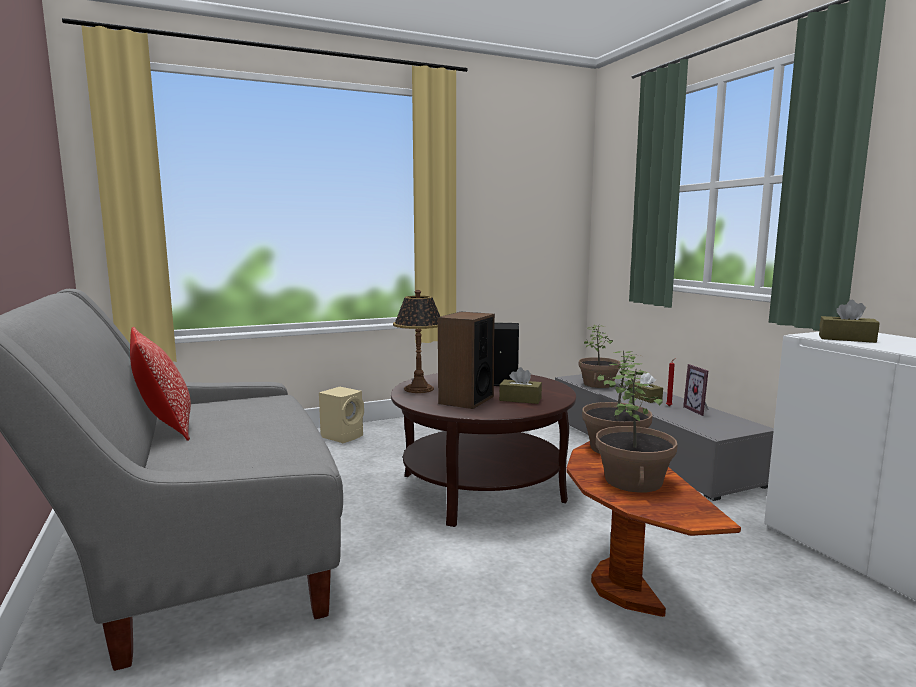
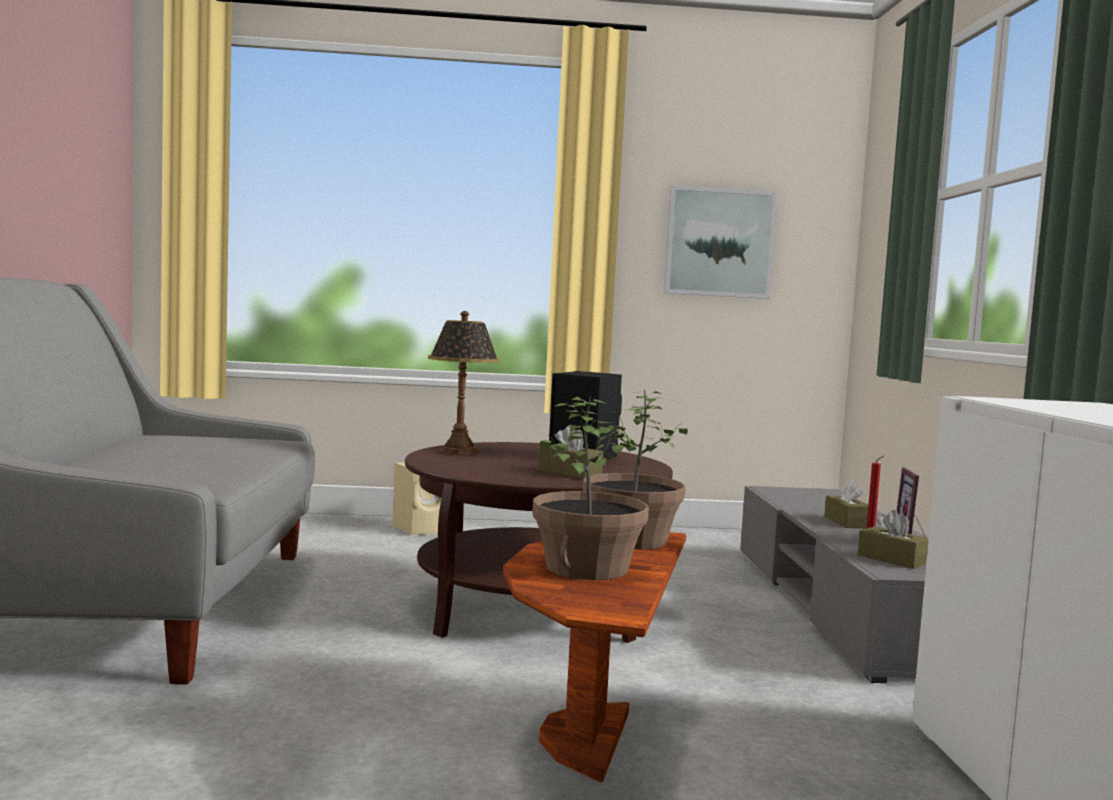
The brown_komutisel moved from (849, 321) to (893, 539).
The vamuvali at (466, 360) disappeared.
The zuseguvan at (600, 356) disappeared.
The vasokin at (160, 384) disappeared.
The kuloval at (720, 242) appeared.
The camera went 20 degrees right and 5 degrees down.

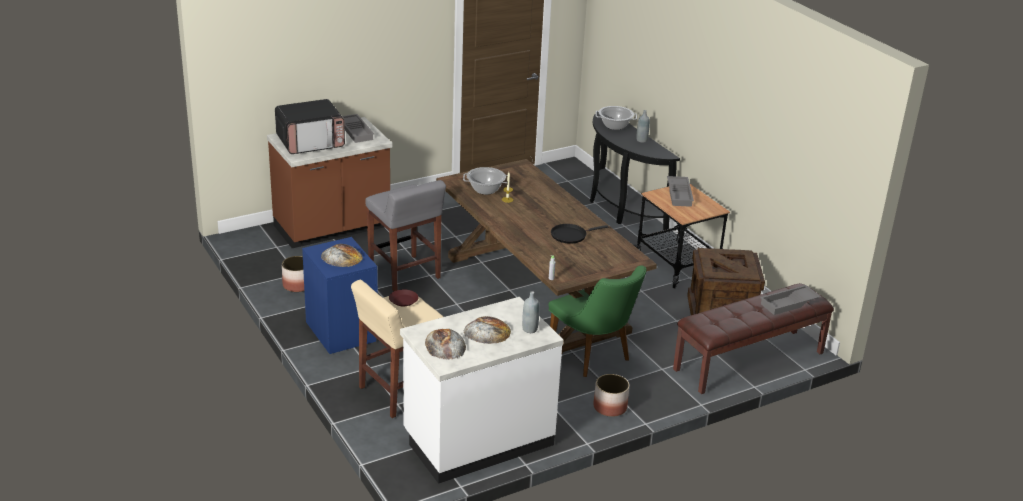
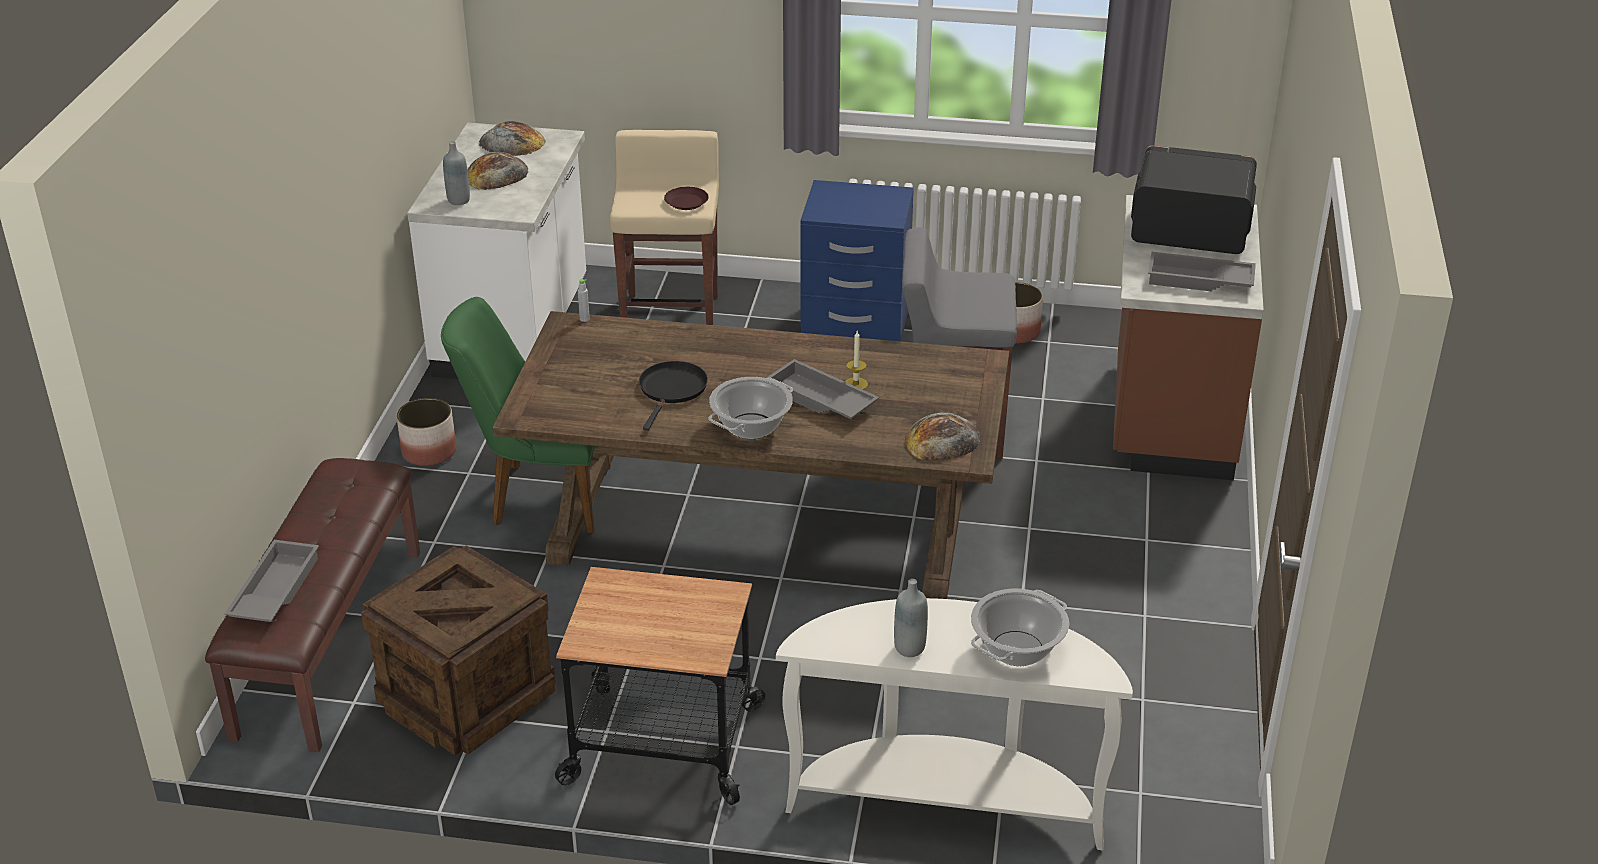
The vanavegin at (310, 126) turned 90 degrees clockwise.
The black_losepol at (635, 171) became the white_losepol at (954, 724).
The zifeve moved from (485, 181) to (750, 408).
The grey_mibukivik moved from (680, 191) to (823, 389).
The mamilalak moved from (342, 255) to (942, 436).
The camera went 130 degrees right and 5 degrees up.

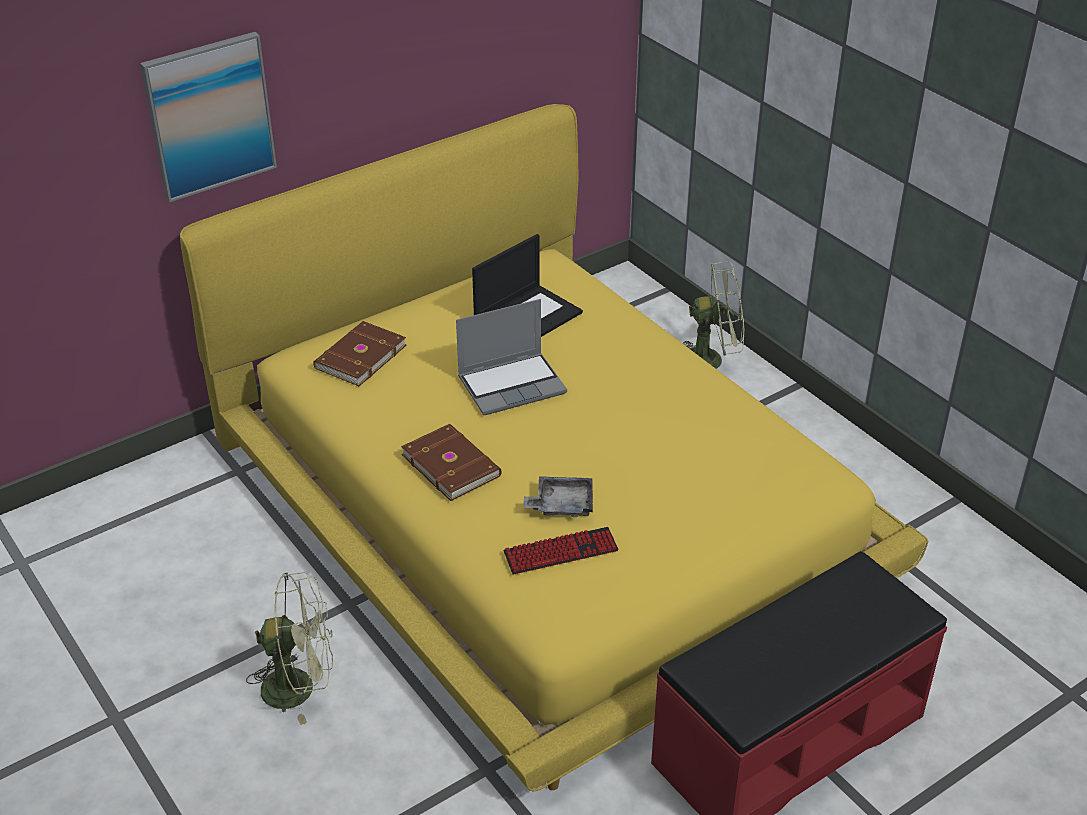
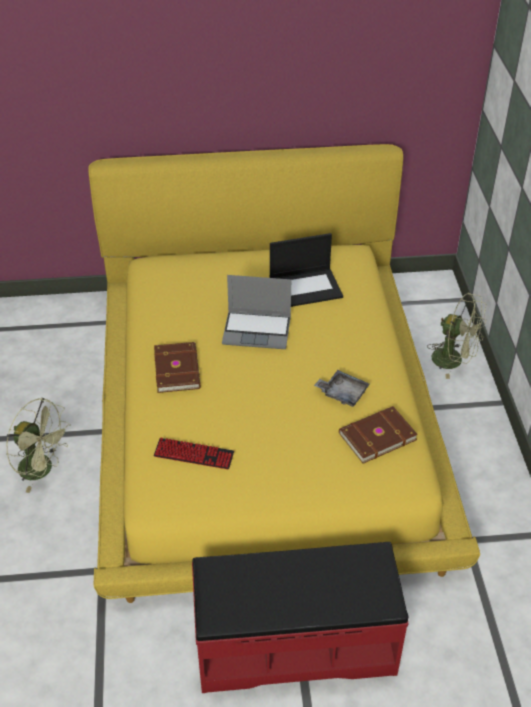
The kuloval at (208, 117) disappeared.
The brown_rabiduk moved from (360, 353) to (378, 435).
The grey_mibukivik moved from (558, 496) to (342, 388).
The camera went 30 degrees right and 5 degrees up.

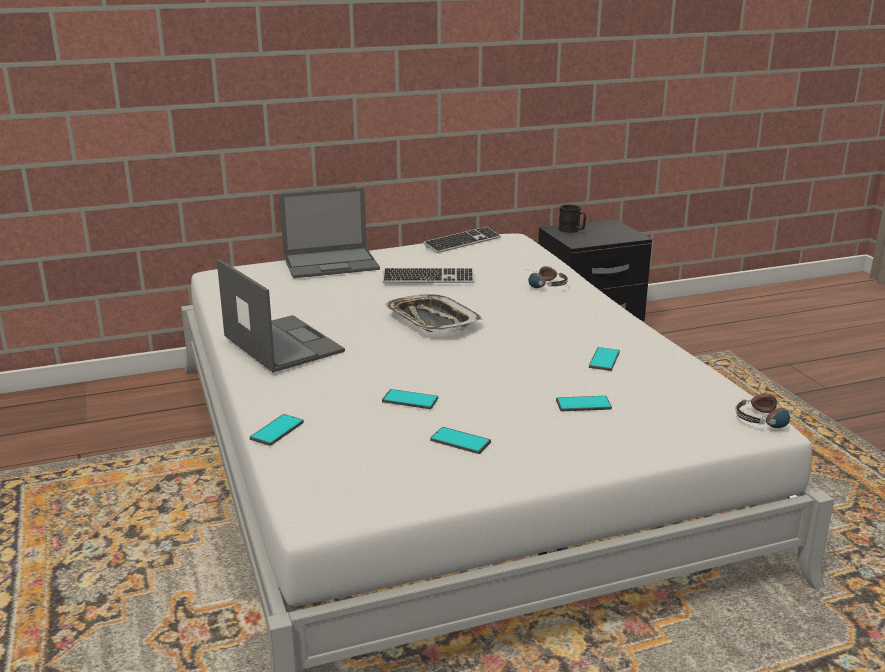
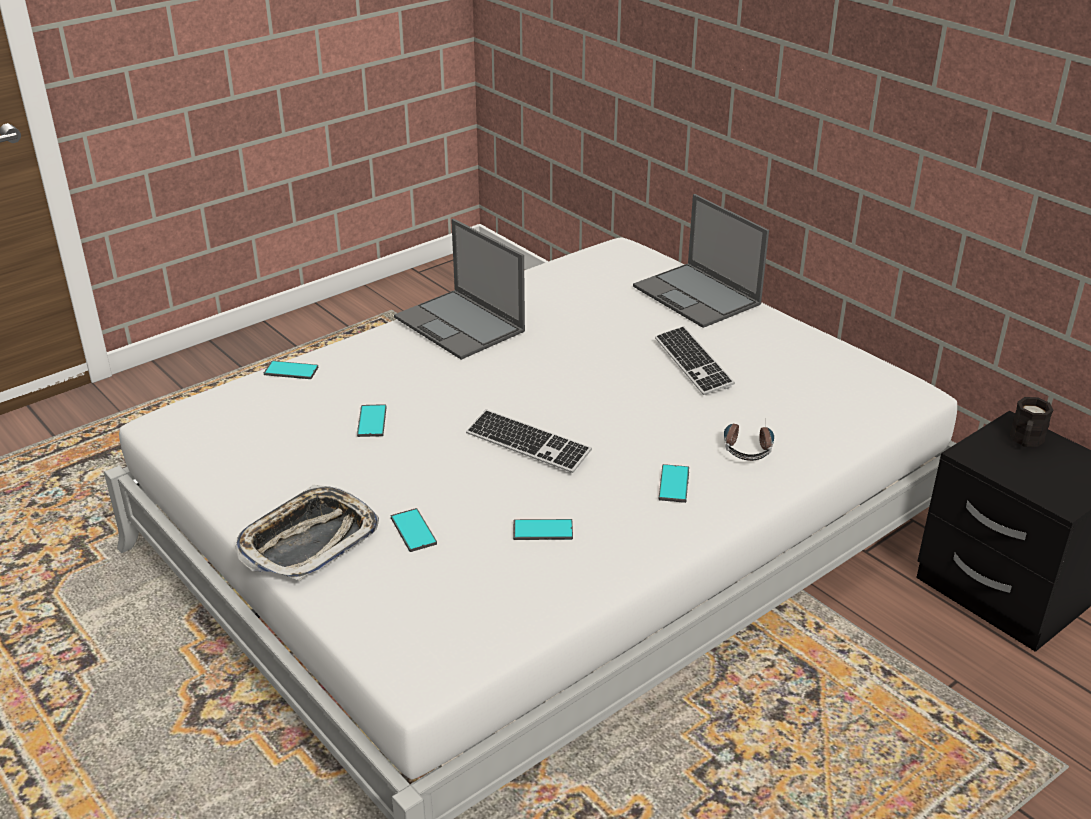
The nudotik moved from (462, 240) to (529, 441).
The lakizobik at (281, 315) turned 105 degrees clockwise.
The mibukivik moved from (433, 313) to (307, 533).
The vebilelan at (768, 410) disappeared.
The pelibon moved from (460, 440) to (673, 483).
The camera went 70 degrees right and 10 degrees up.

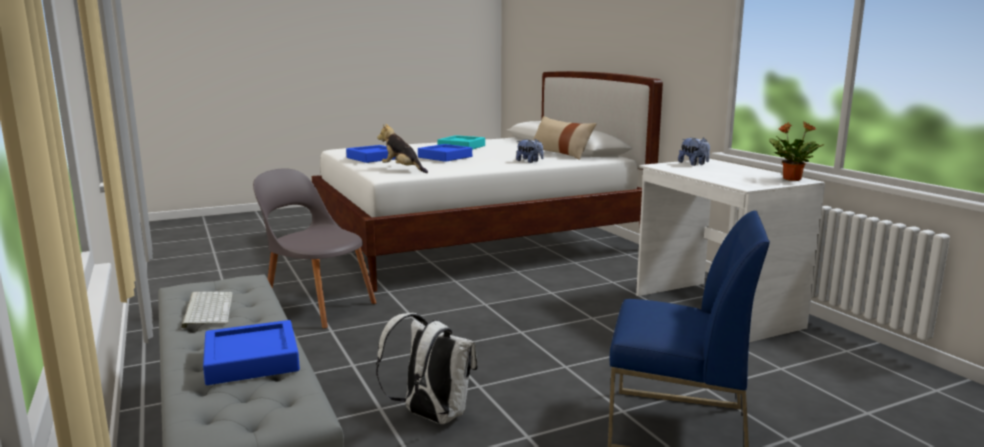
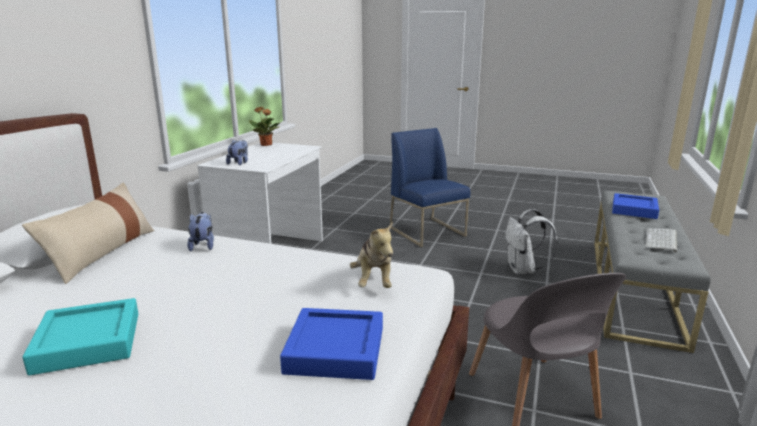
The blue_mibukivik at (445, 153) disappeared.
The camera went 135 degrees left and 5 degrees up.

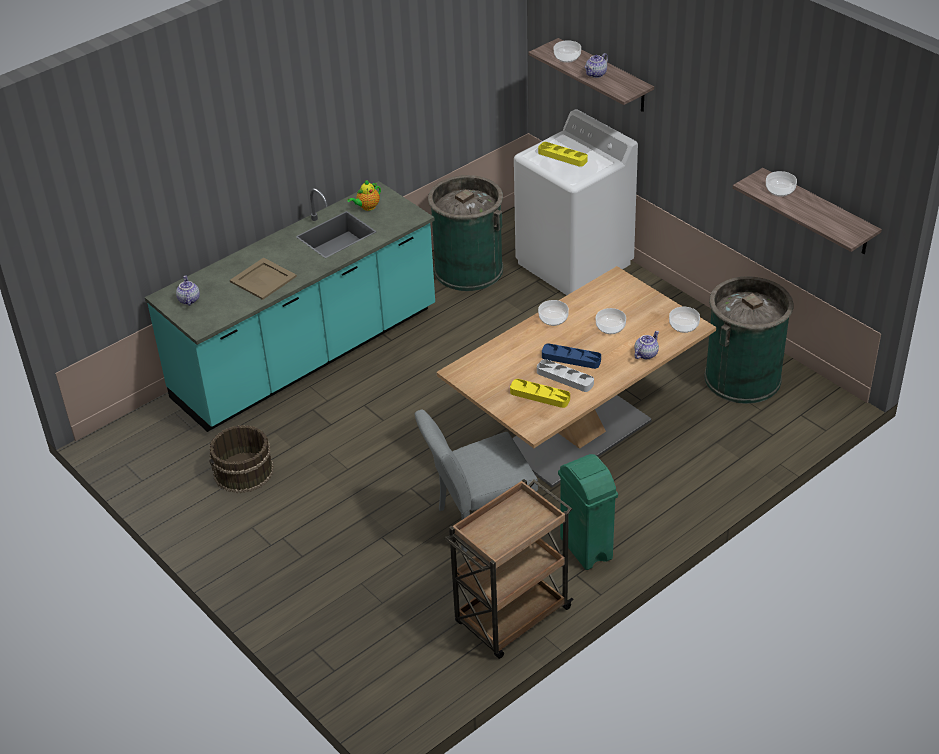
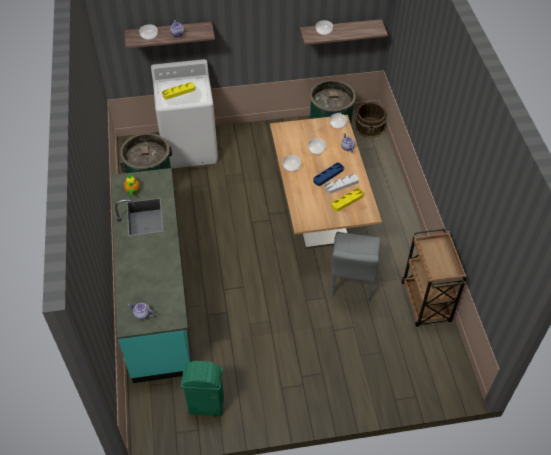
The beige_mibukivik at (263, 279) disappeared.
The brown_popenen moved from (241, 459) to (371, 120).
The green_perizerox moved from (588, 512) to (202, 388).
The camera went 60 degrees left and 10 degrees up.

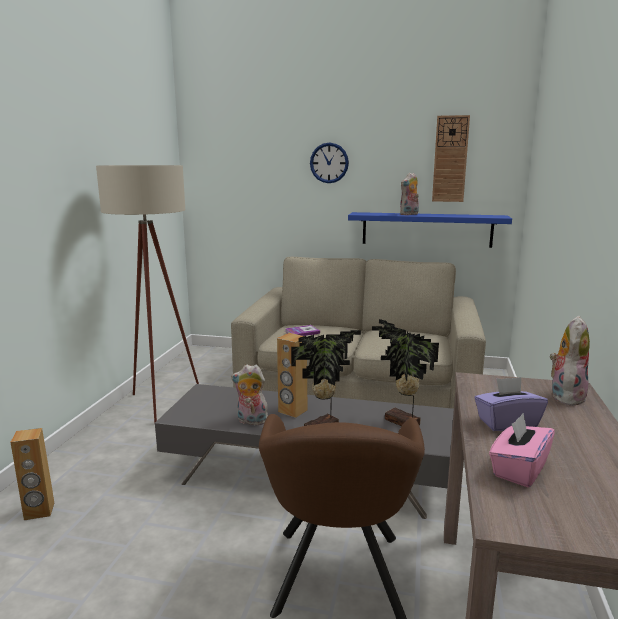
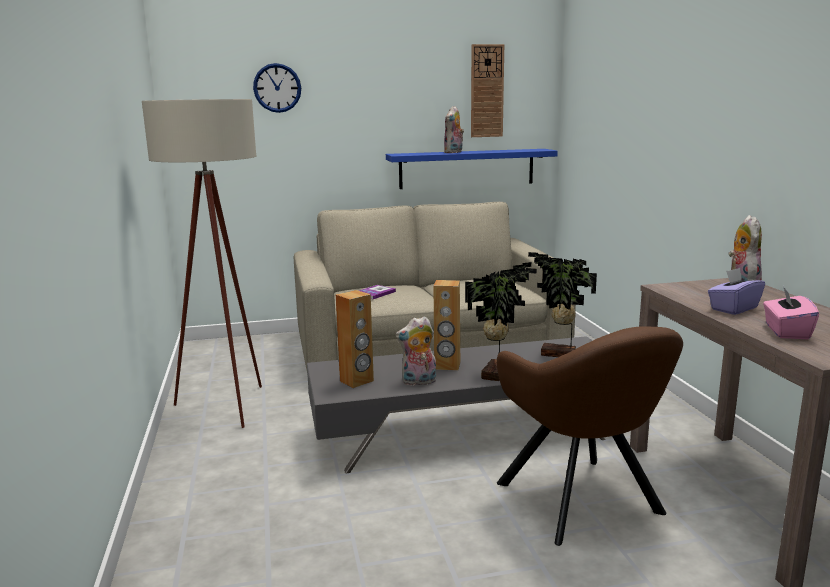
The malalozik moved from (329, 163) to (277, 88).
The brown_vamuvali moved from (32, 474) to (355, 339).
The camera went 25 degrees left and 0 degrees up.

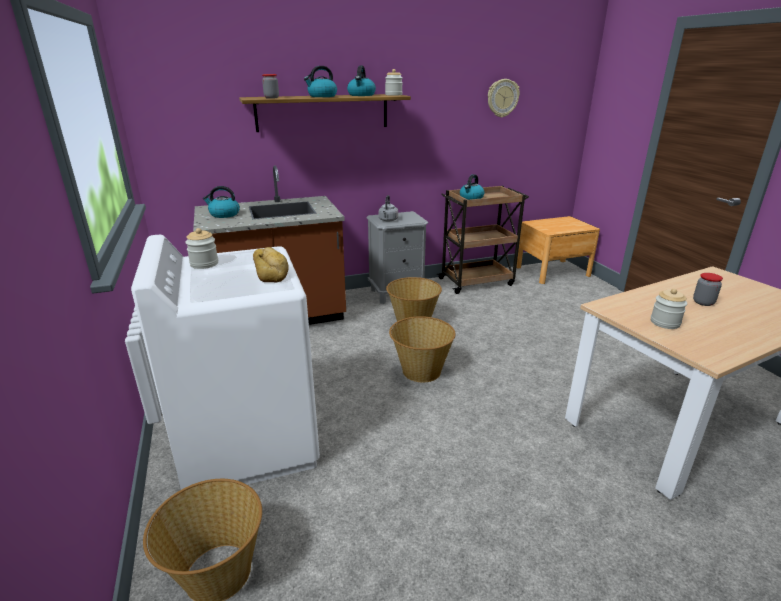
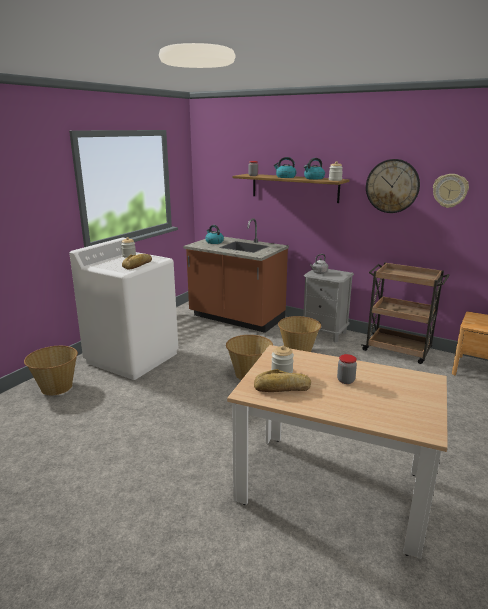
The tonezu at (472, 187) disappeared.
The malalozik at (393, 186) appeared.
The mamilalak at (282, 380) appeared.
The camera went 50 degrees right and 5 degrees down.

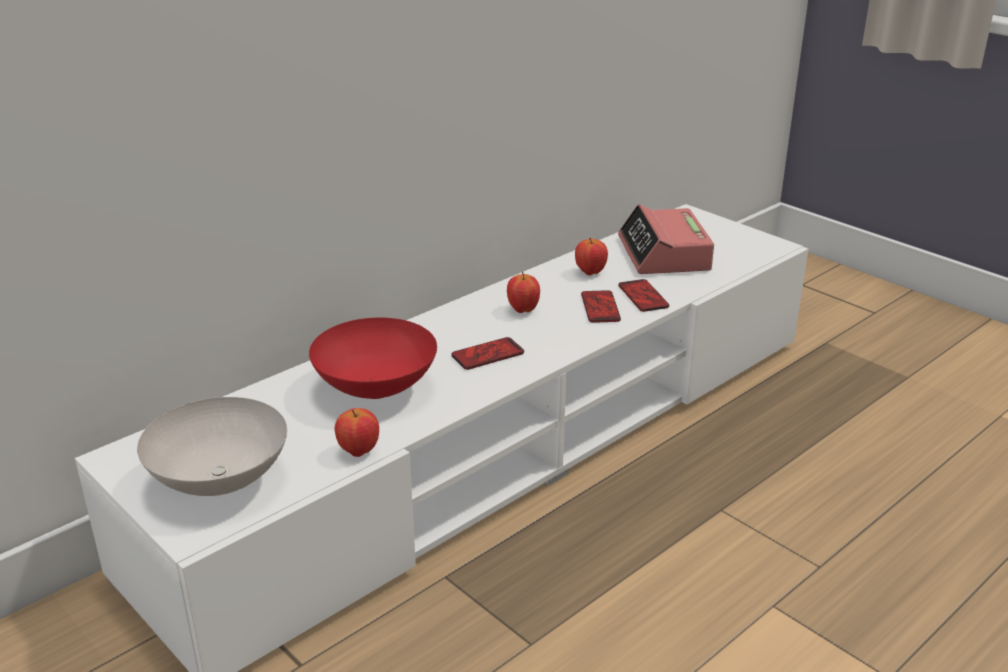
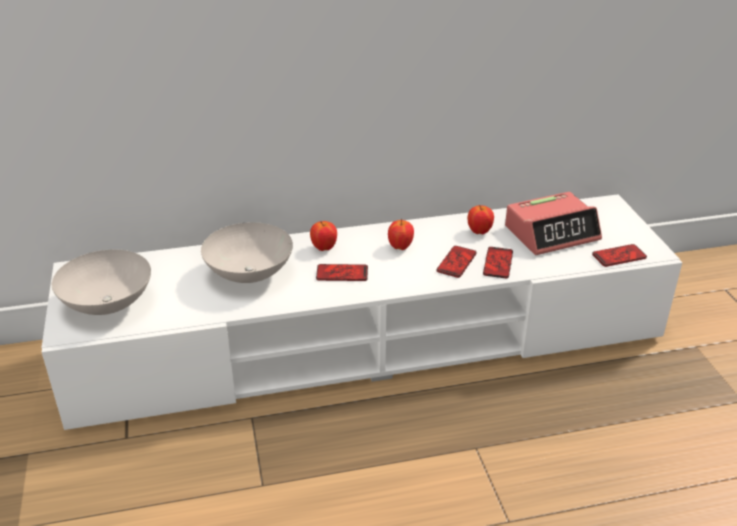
The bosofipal at (666, 239) turned 135 degrees counterclockwise.
The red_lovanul at (373, 358) became the white_lovanul at (247, 252).
The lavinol moved from (357, 432) to (323, 236).
The pelibon at (619, 255) appeared.
The camera went 30 degrees right and 5 degrees up.

